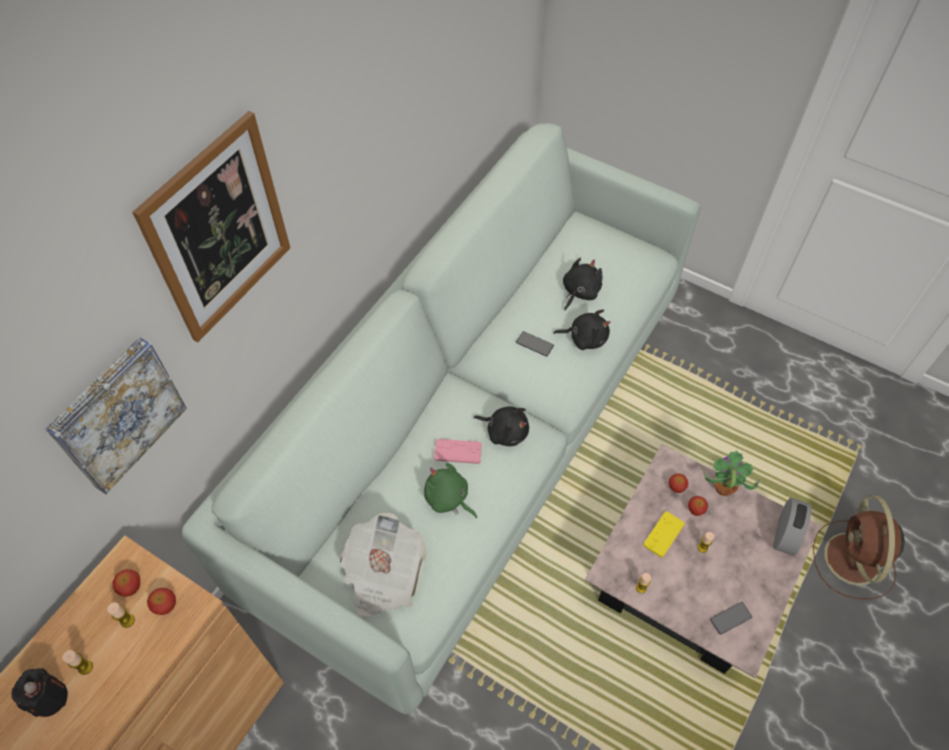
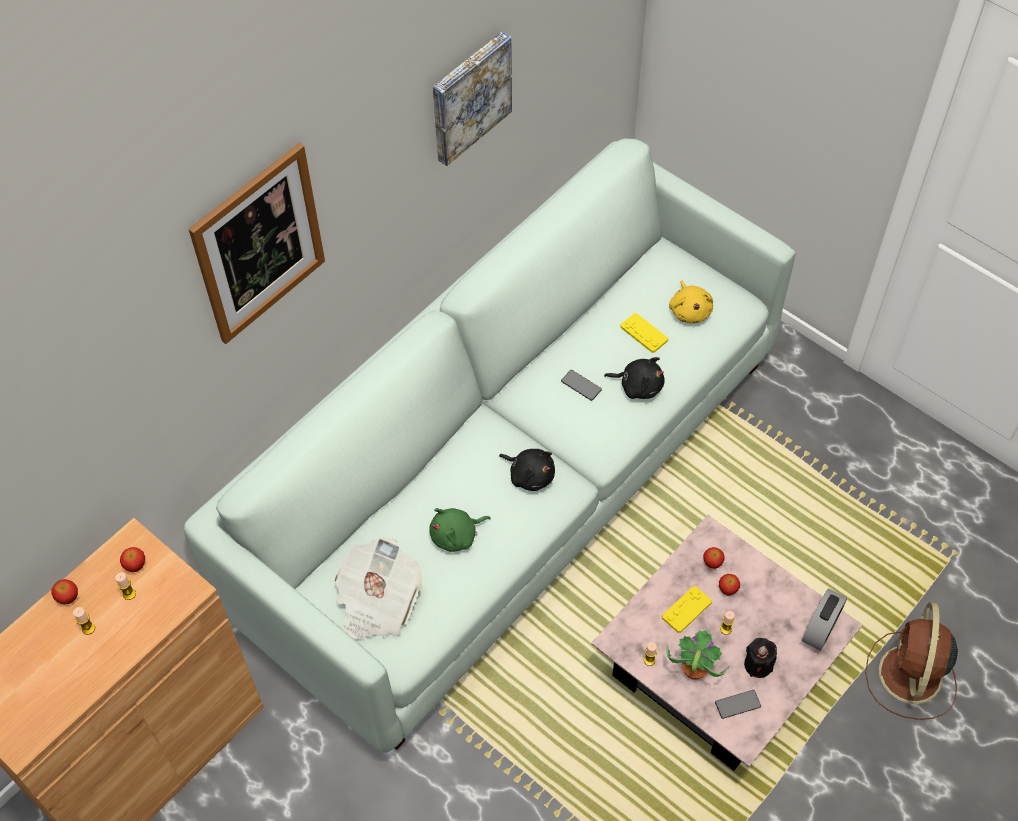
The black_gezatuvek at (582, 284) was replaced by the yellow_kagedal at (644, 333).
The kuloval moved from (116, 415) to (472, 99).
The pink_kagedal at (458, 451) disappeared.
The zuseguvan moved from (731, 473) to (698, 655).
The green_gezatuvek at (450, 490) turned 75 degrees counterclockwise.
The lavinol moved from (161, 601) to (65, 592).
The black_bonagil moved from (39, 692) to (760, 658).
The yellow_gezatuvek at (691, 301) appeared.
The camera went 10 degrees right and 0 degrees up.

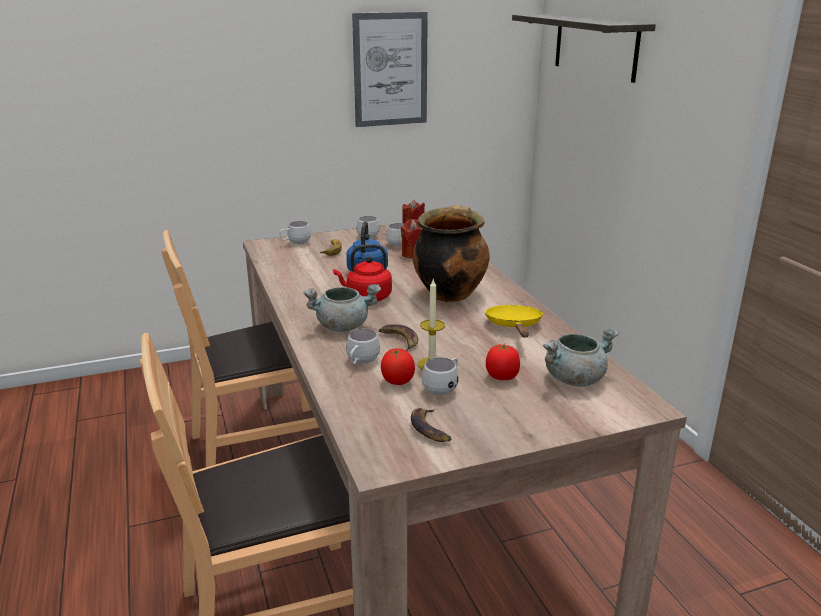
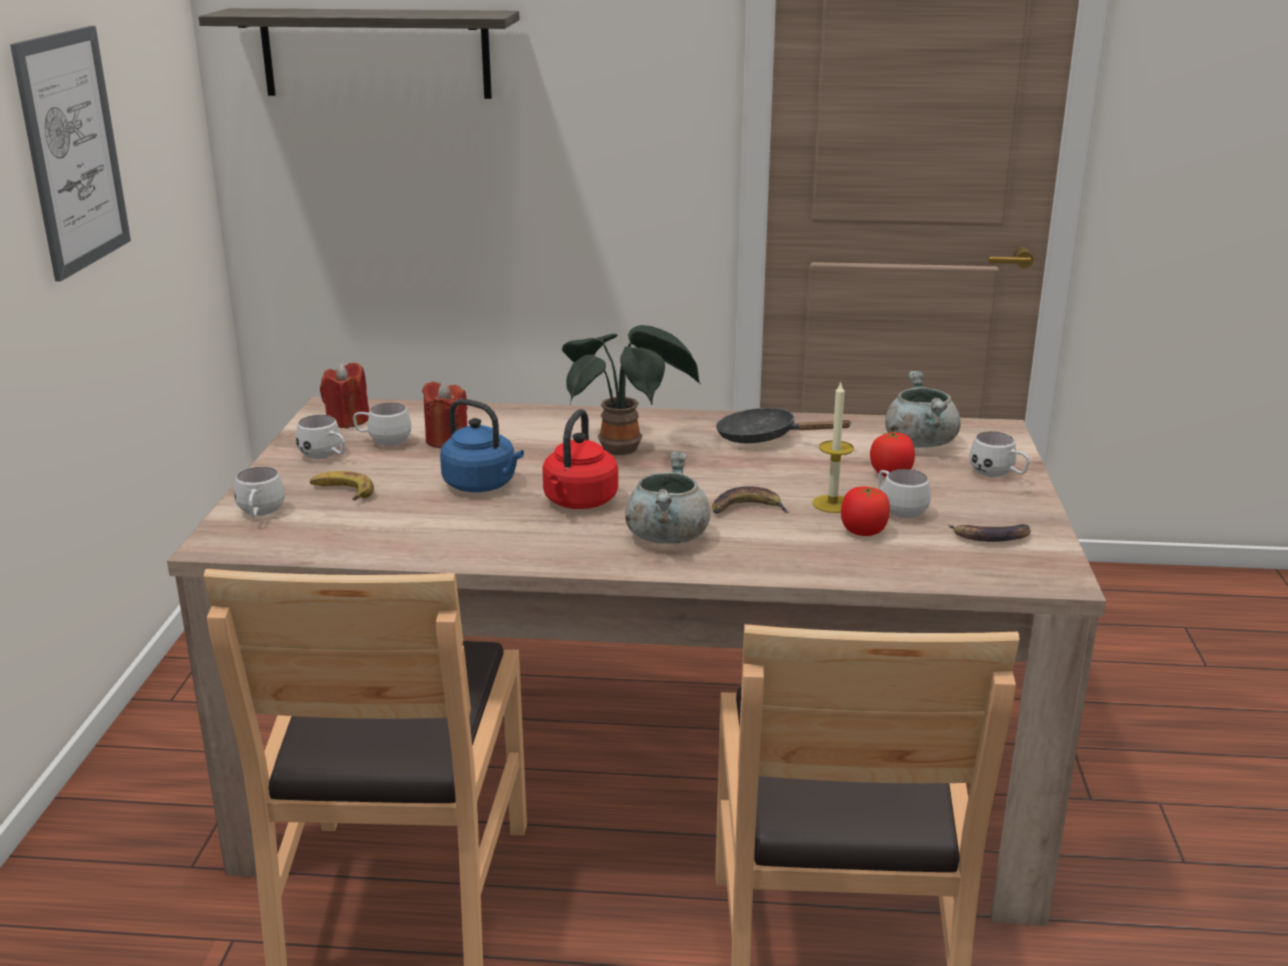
The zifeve at (451, 253) was replaced by the zuseguvan at (631, 390).
The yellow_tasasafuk at (514, 321) became the black_tasasafuk at (784, 425).
The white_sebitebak moved from (363, 347) to (999, 454).
The camera went 65 degrees left and 0 degrees up.

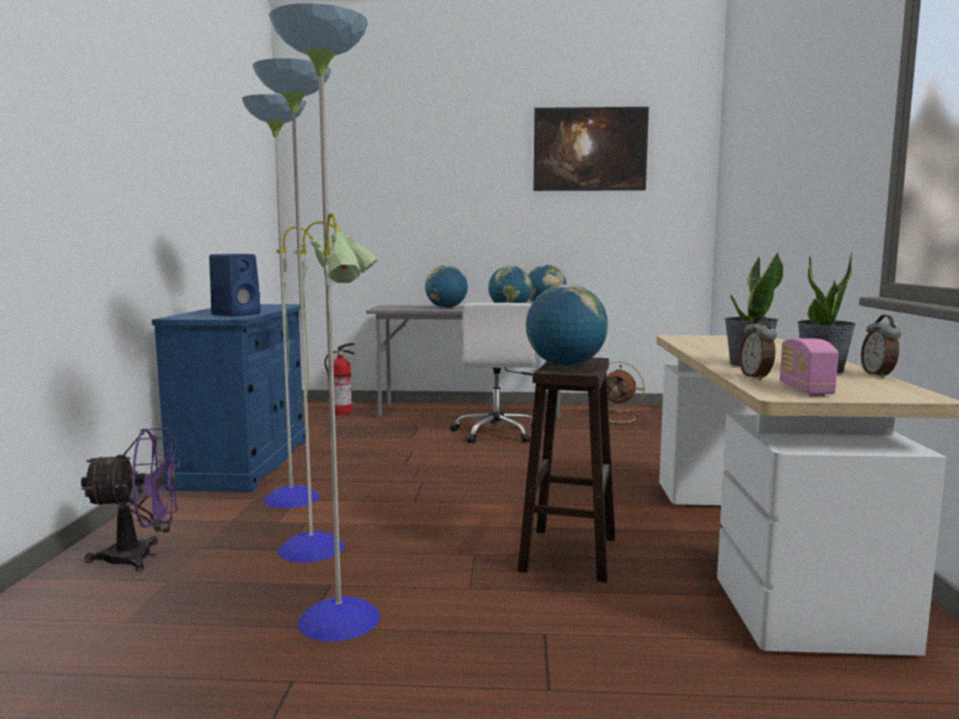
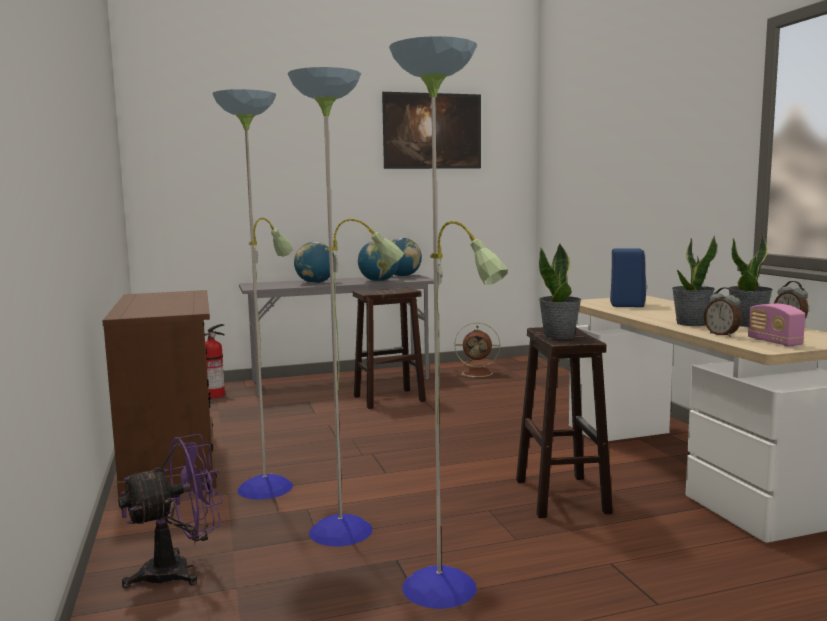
The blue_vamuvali moved from (235, 285) to (628, 277).
The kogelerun at (567, 325) was replaced by the zuseguvan at (560, 291).
The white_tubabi at (492, 373) was replaced by the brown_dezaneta at (389, 348).
The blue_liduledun at (229, 398) became the brown_liduledun at (159, 394).
The camera went 20 degrees left and 0 degrees up.

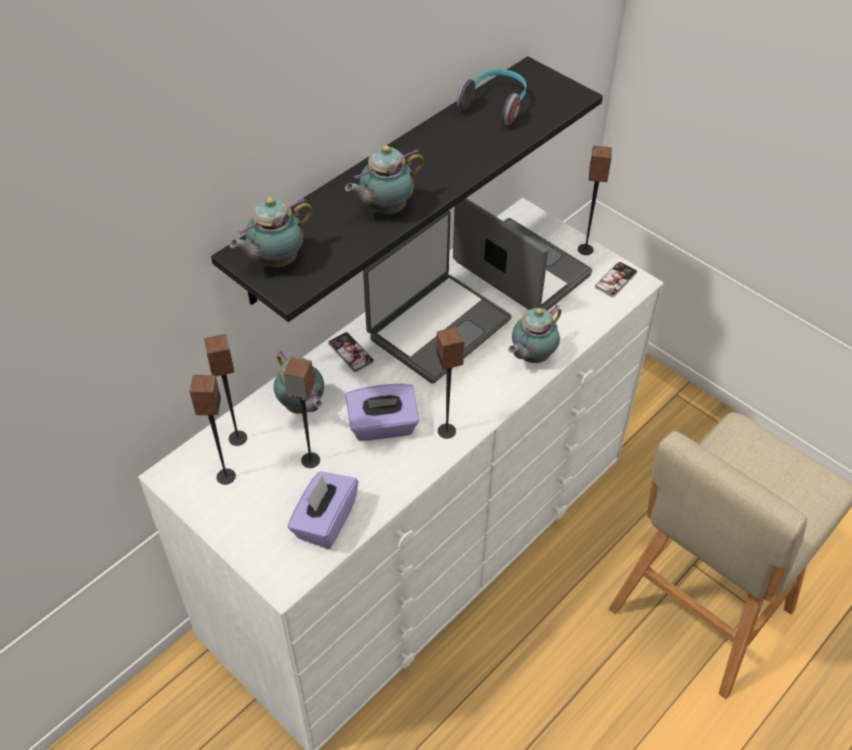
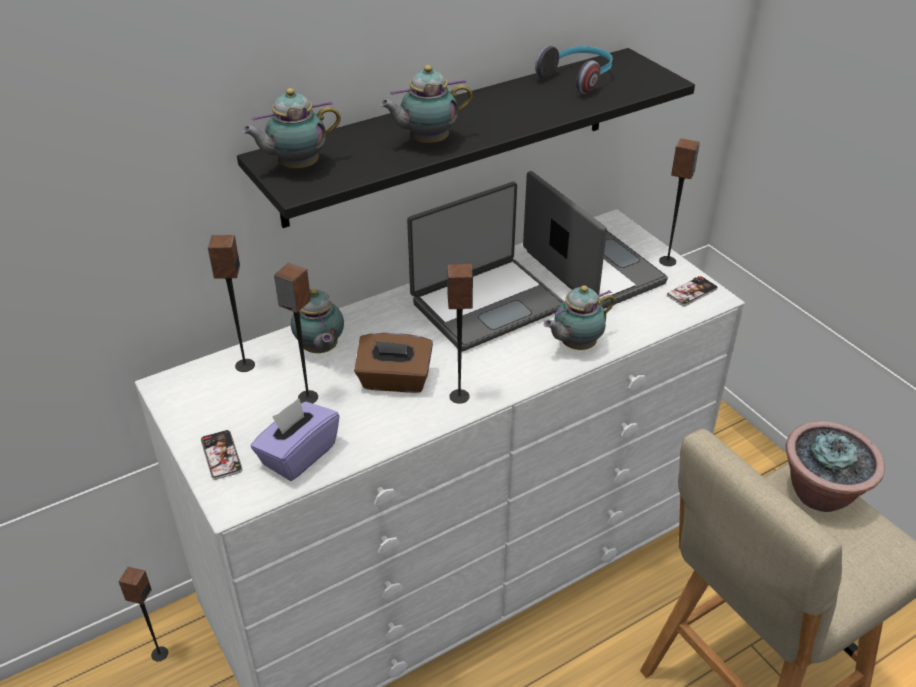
The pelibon moved from (351, 352) to (222, 455).
The vamuvali moved from (212, 430) to (143, 614).
The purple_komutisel at (382, 412) became the brown_komutisel at (393, 363).
The zuseguvan at (835, 466) appeared.
The camera went 15 degrees right and 10 degrees down.

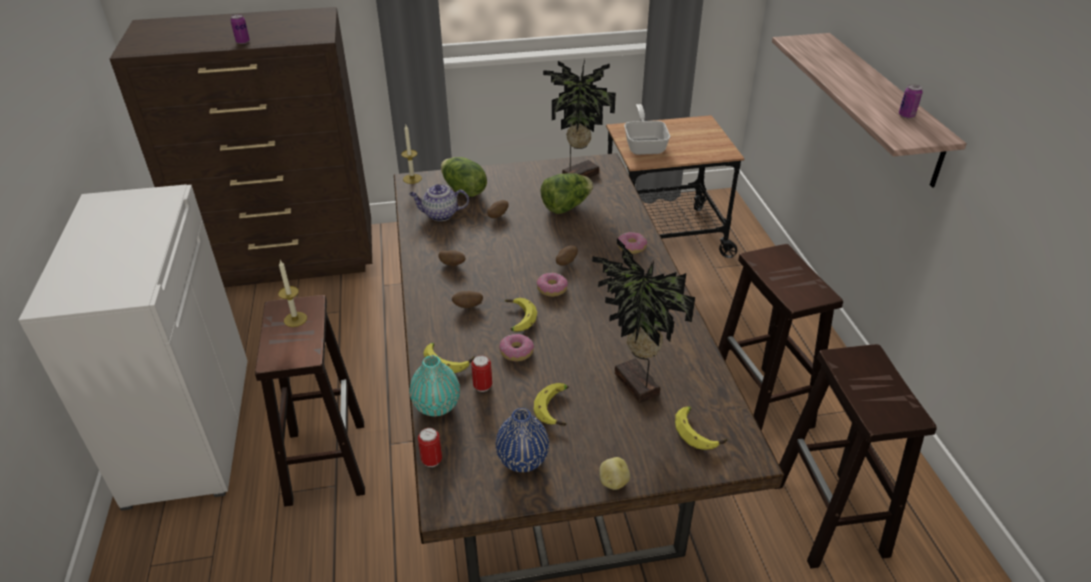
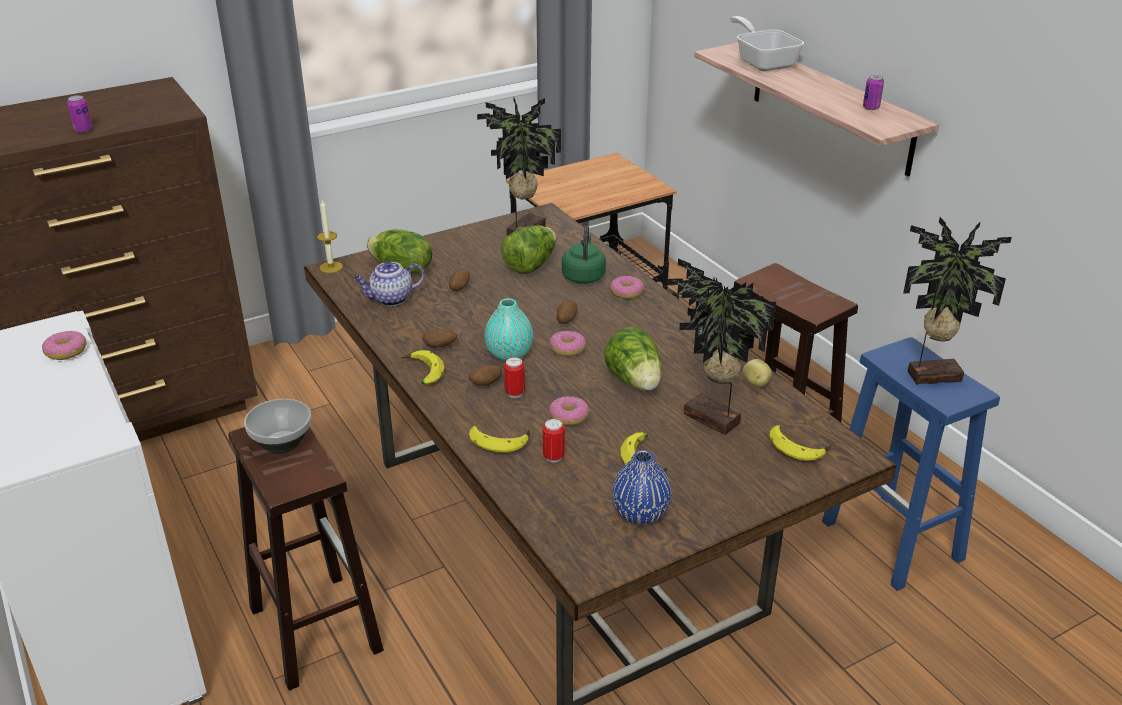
The tasasafuk moved from (647, 129) to (767, 43).
The bonagil at (292, 293) was replaced by the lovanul at (277, 426).
The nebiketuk moved from (521, 315) to (422, 367).
The brown_dezaneta at (855, 456) became the blue_dezaneta at (911, 464).
The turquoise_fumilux moved from (435, 385) to (508, 329).
The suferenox moved from (430, 447) to (514, 377).
The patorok moved from (614, 473) to (757, 373).
The zuseguvan at (957, 301) appeared.
The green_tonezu at (584, 255) appeared.
The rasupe at (633, 358) appeared.
The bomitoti at (64, 345) appeared.
The camera went 20 degrees left and 5 degrees down.

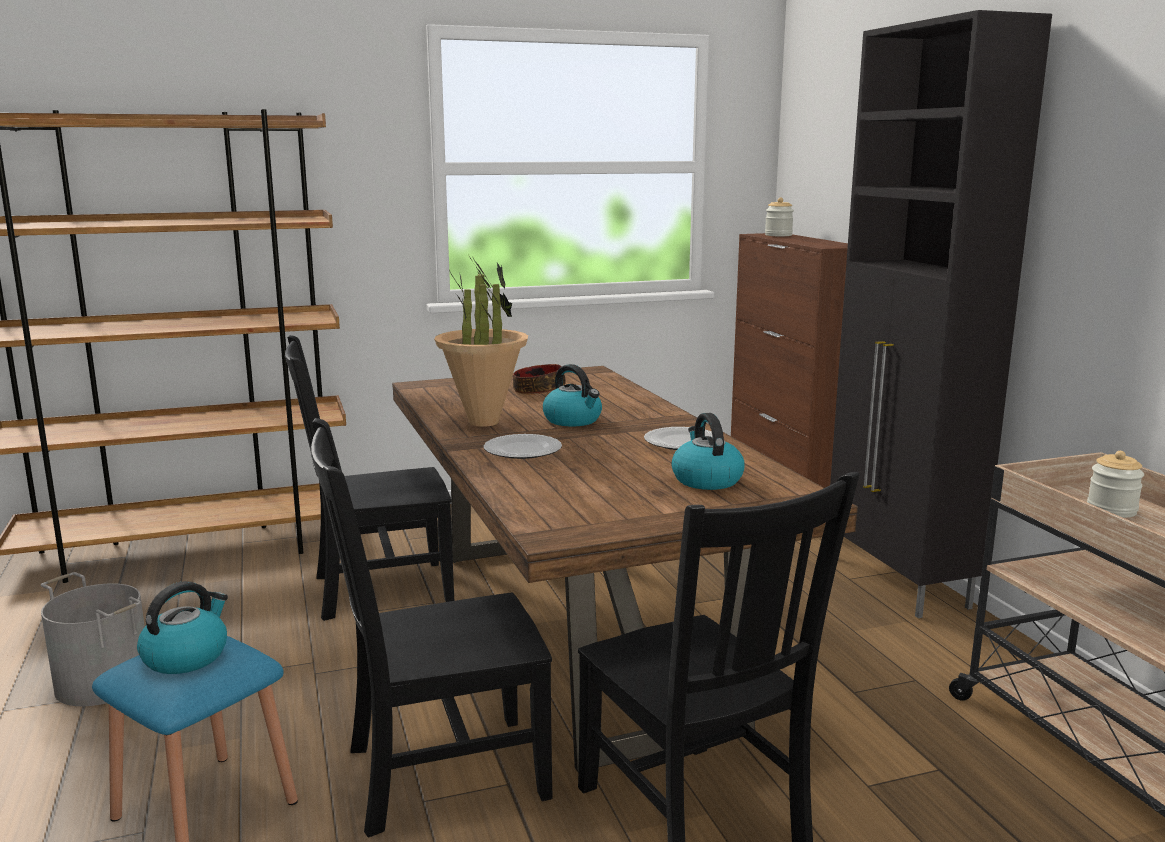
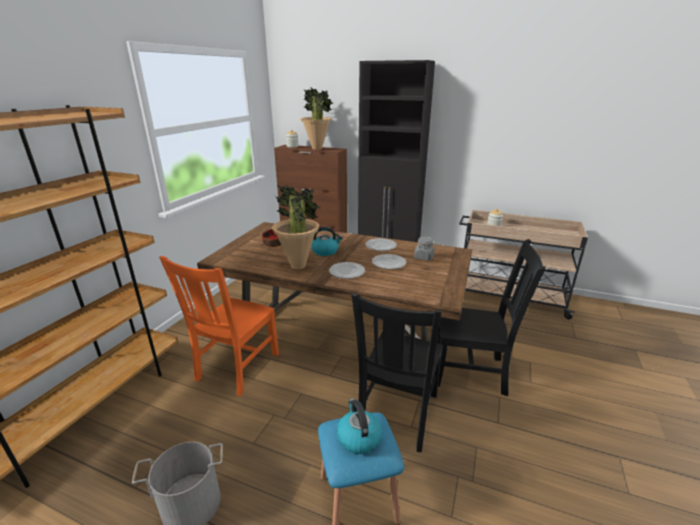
The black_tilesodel at (369, 478) became the orange_tilesodel at (219, 326).
The tonezu at (707, 451) was replaced by the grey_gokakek at (424, 249).
The zuseguvan at (316, 118) appeared.
The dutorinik at (389, 261) appeared.
The camera went 50 degrees left and 10 degrees up.

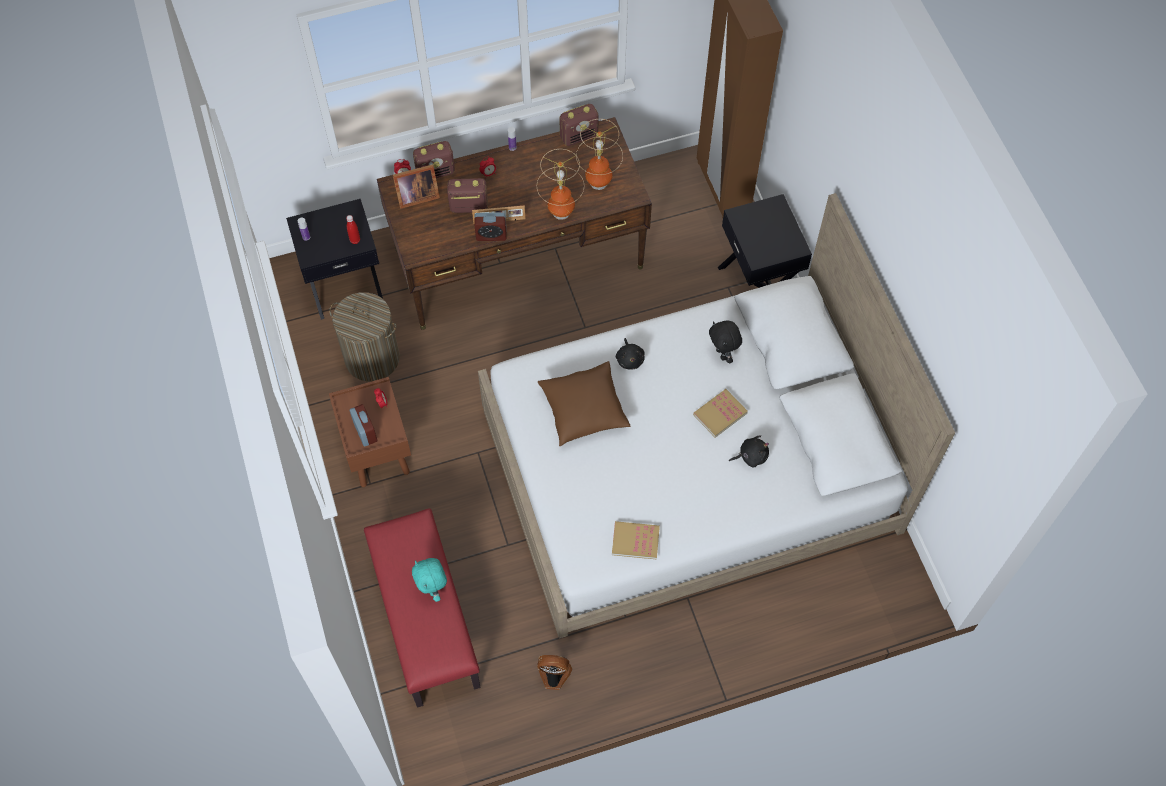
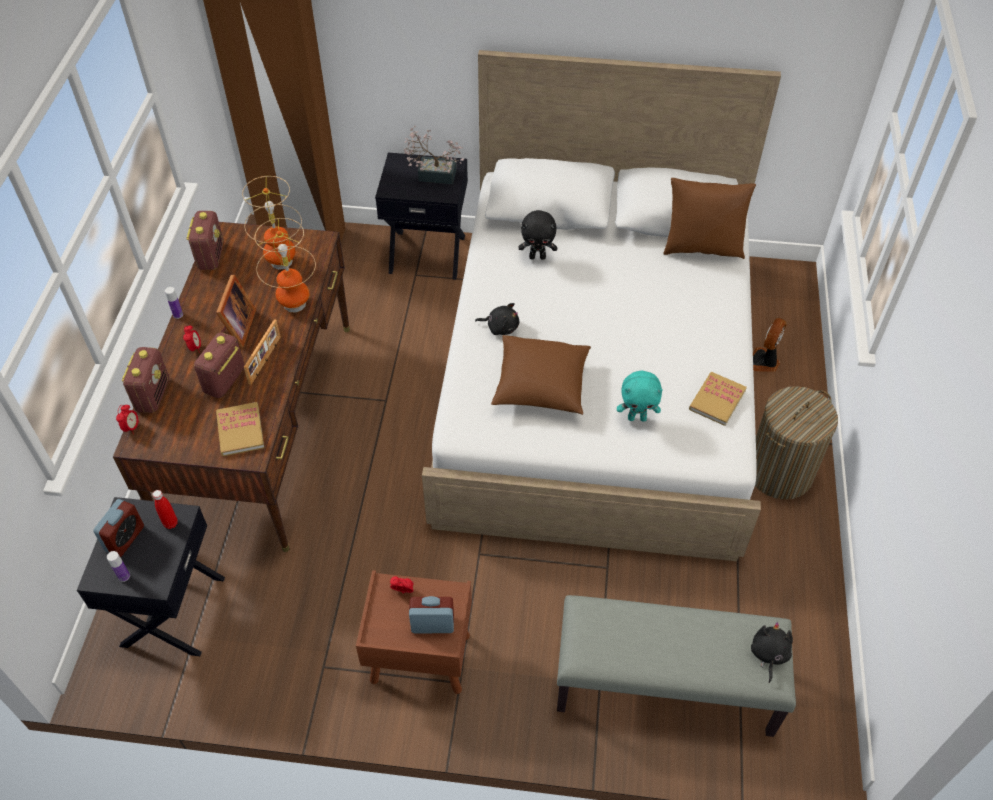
The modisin moved from (416, 186) to (236, 311).
The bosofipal moved from (490, 226) to (118, 528).
The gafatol moved from (364, 336) to (796, 442).
The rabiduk moved from (720, 413) to (240, 429).
The black_gezatuvek moved from (749, 451) to (772, 652).
The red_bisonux at (422, 608) became the grey_bisonux at (676, 666).
The turquoise_gezatuvek moved from (429, 580) to (640, 396).
The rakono moved from (554, 672) to (770, 345).
The zuseguvan at (434, 155) appeared.
The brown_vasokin at (709, 218) appeared.
The camera went 65 degrees left and 10 degrees down.

